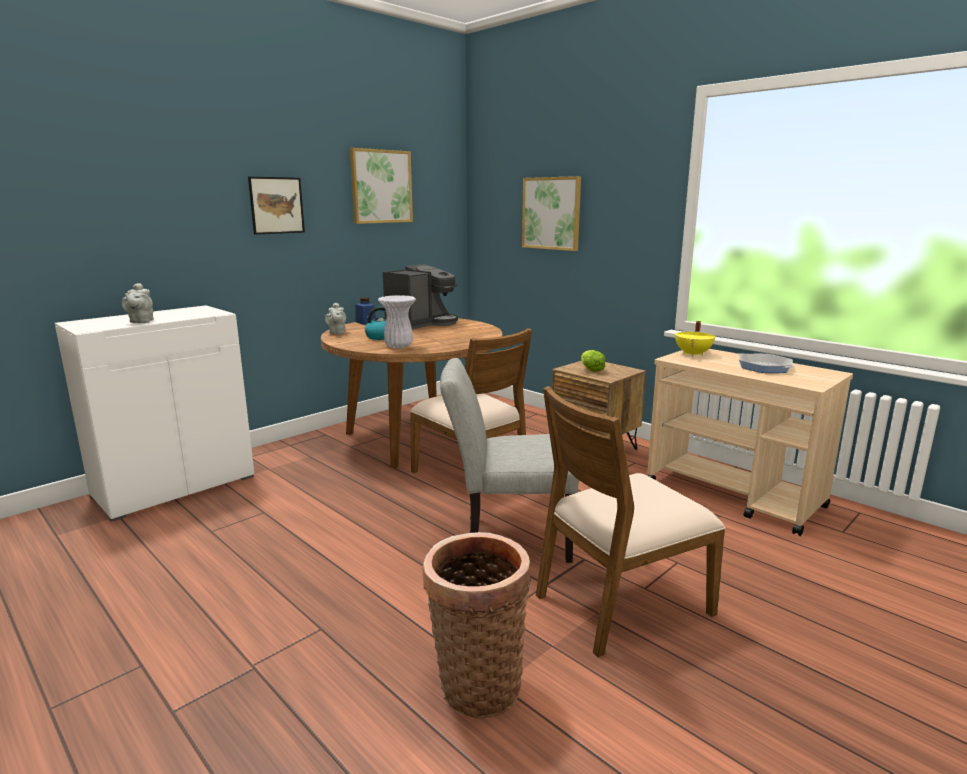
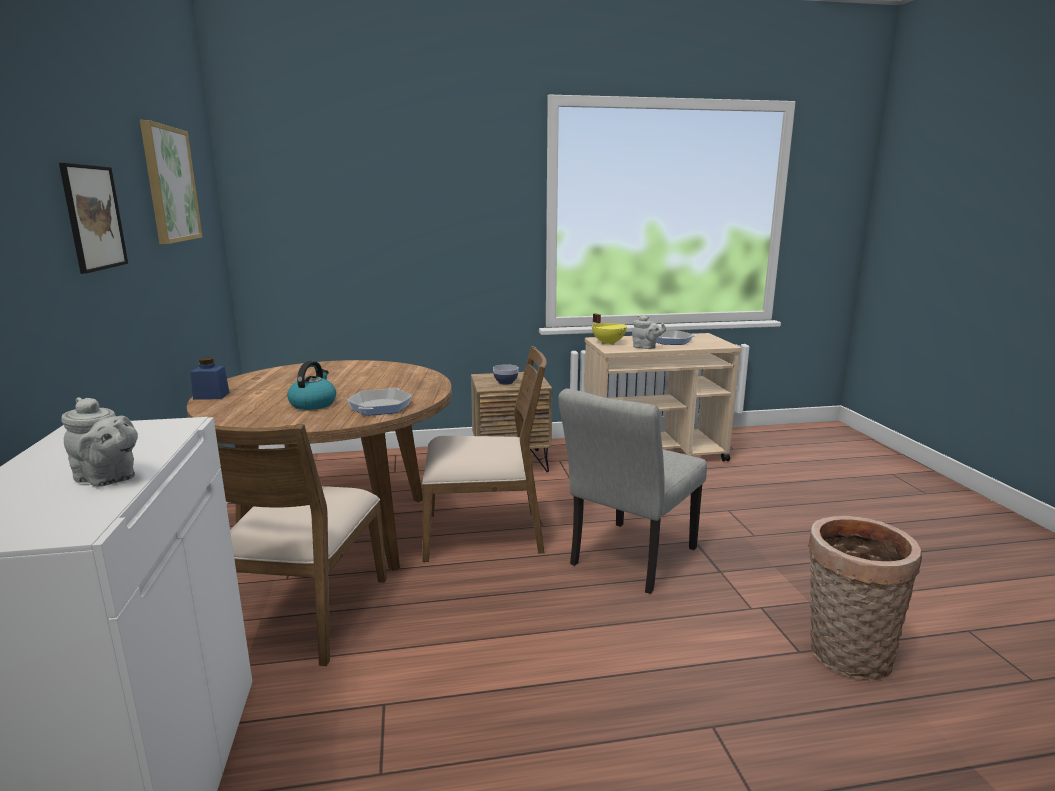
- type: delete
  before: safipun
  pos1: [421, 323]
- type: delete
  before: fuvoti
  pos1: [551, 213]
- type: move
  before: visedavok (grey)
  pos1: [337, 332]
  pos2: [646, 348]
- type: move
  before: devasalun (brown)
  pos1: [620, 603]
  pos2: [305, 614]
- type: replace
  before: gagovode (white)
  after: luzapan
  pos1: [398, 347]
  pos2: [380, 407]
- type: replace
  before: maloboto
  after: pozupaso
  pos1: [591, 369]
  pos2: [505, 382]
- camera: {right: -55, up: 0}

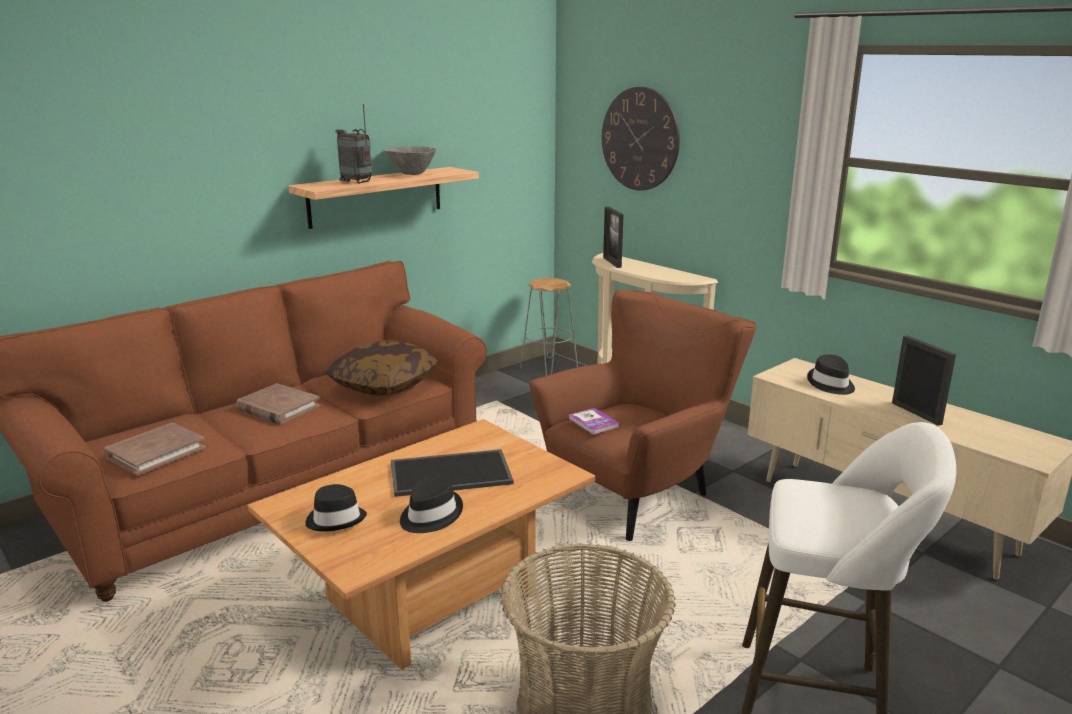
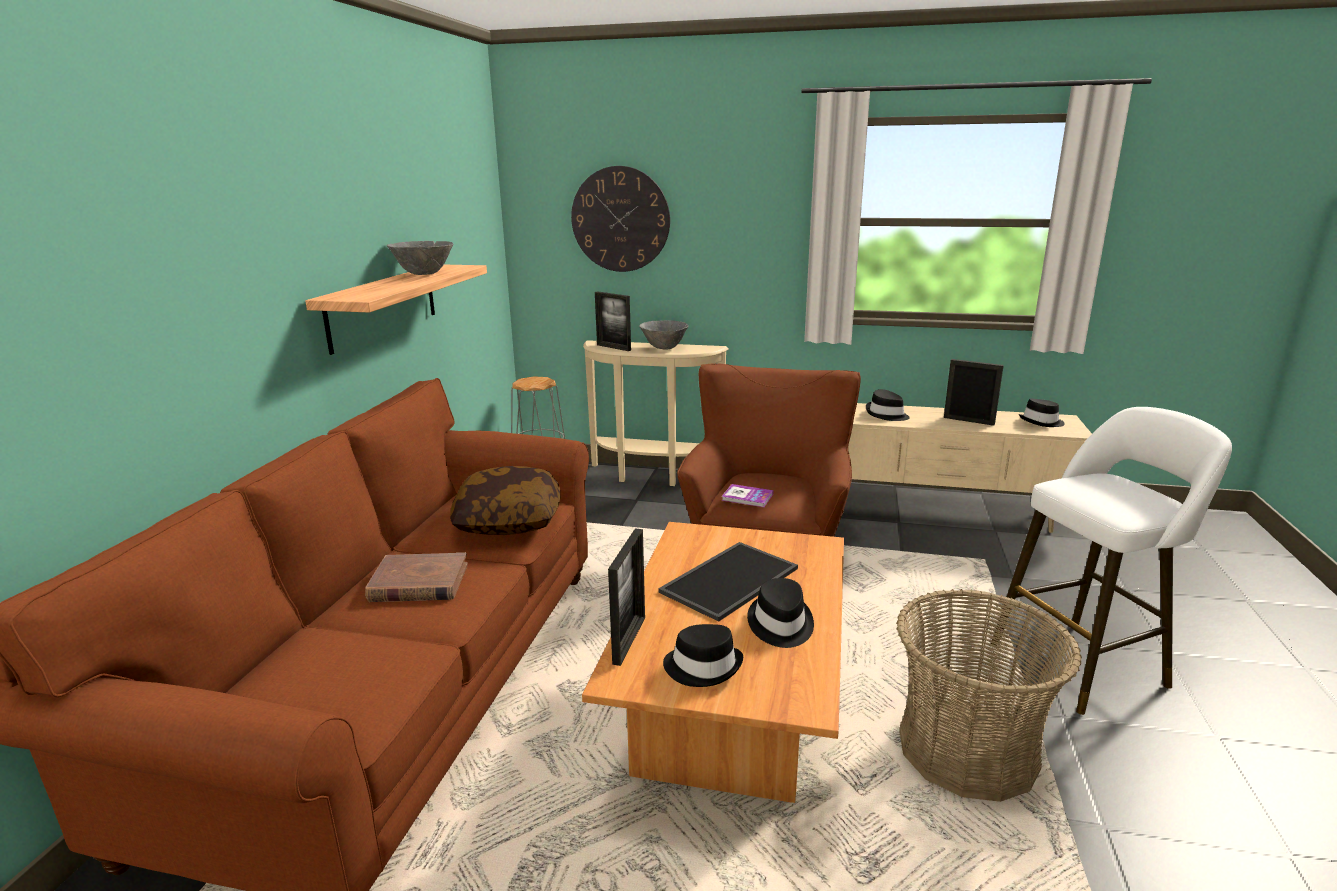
- type: delete
  before: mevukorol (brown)
  pos1: [155, 452]
- type: delete
  before: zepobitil
  pos1: [357, 182]
- type: insert
  after: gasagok
  pos2: [629, 640]
- type: insert
  after: pozupaso (grey)
  pos2: [664, 348]
- type: insert
  after: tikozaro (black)
  pos2: [1042, 422]
- camera: {right: -35, up: 0}

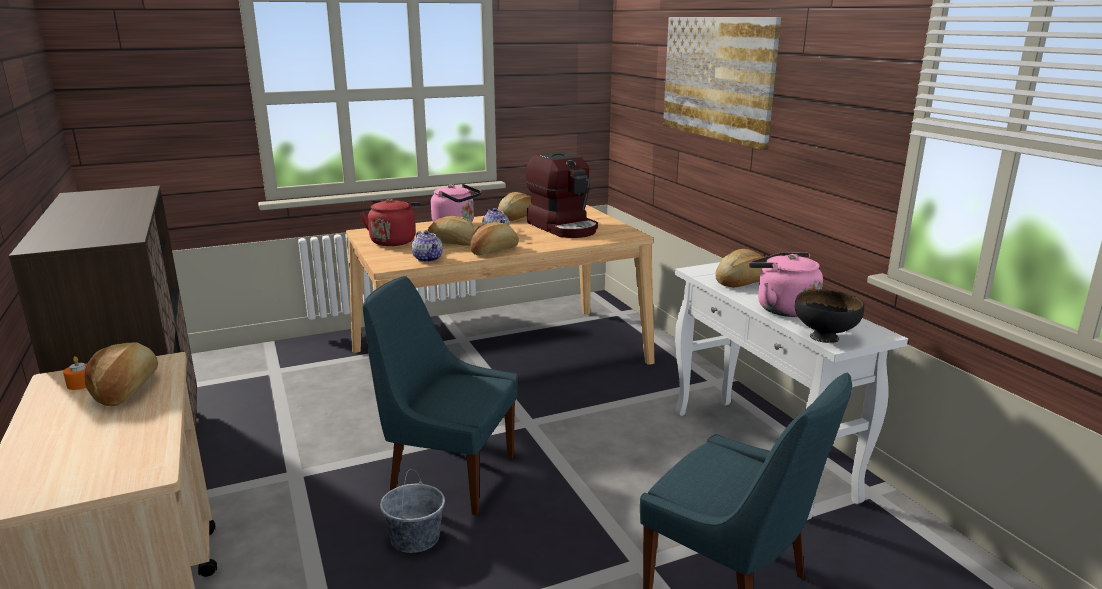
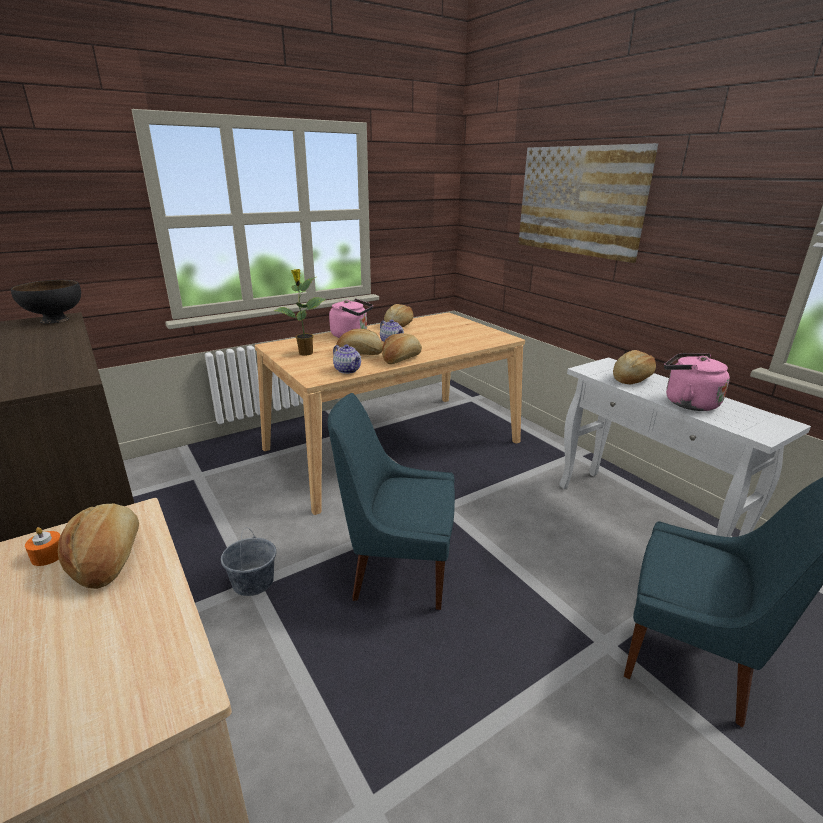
- type: delete
  before: safipun
  pos1: [564, 227]
- type: move
  before: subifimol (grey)
  pos1: [415, 538]
  pos2: [253, 582]
- type: move
  before: pozupaso (black)
  pos1: [825, 337]
  pos2: [56, 320]
- type: replace
  before: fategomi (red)
  after: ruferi
  pos1: [394, 241]
  pos2: [305, 353]
- camera: {right: -10, up: 5}

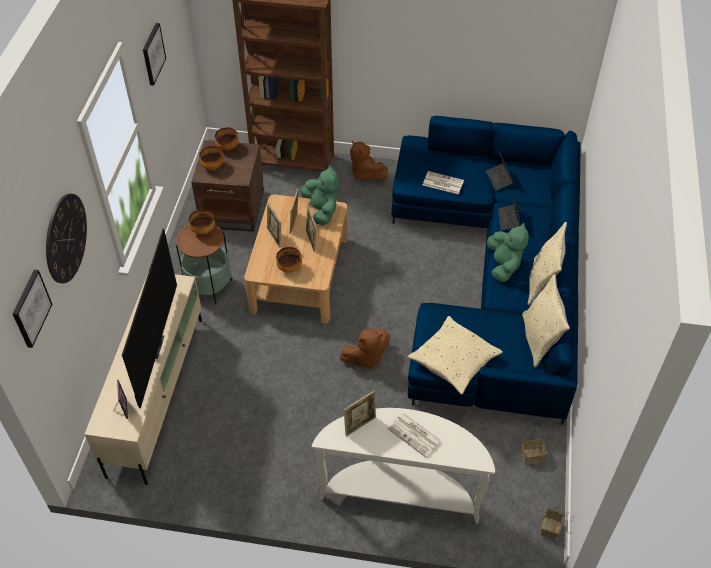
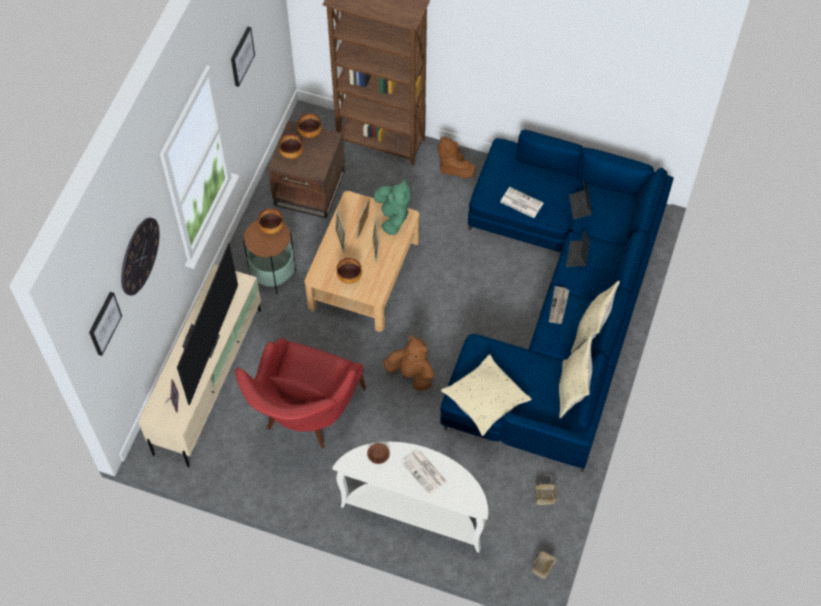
- type: insert
  after: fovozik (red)
  pos2: [304, 417]
- type: replace
  before: gasagok
  after: pozupaso (brown)
  pos1: [360, 425]
  pos2: [378, 455]
- type: replace
  before: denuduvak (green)
  after: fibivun
  pos1: [503, 265]
  pos2: [558, 306]
- type: rotate
  before: denuduvak (brown)
  pos1: [366, 357]
  pos2: [411, 374]
  turn: -135
- camera: {right: 10, up: 10}

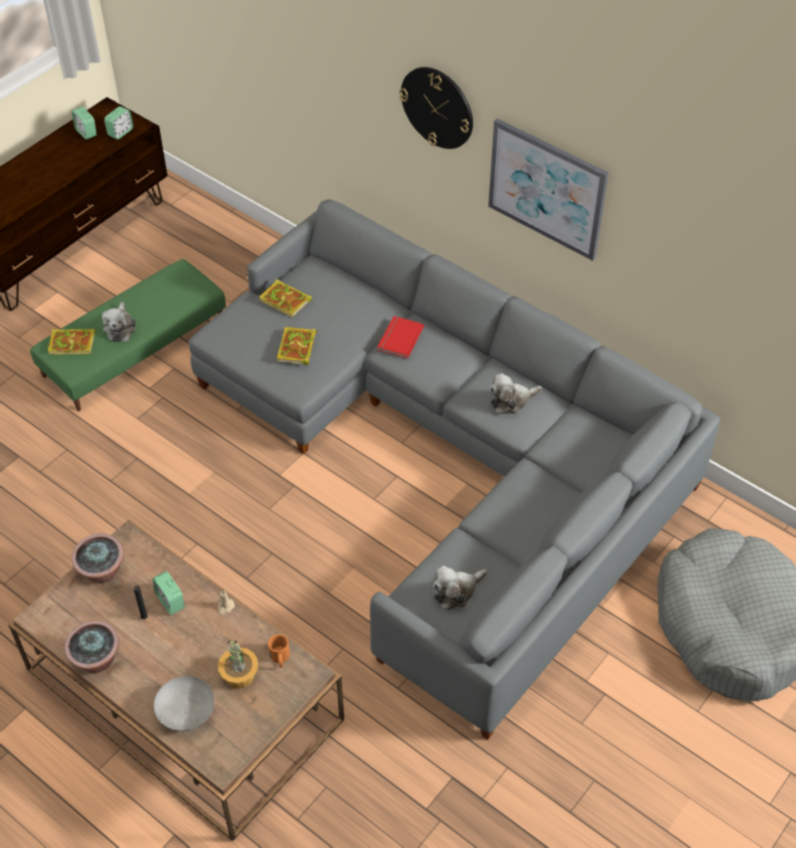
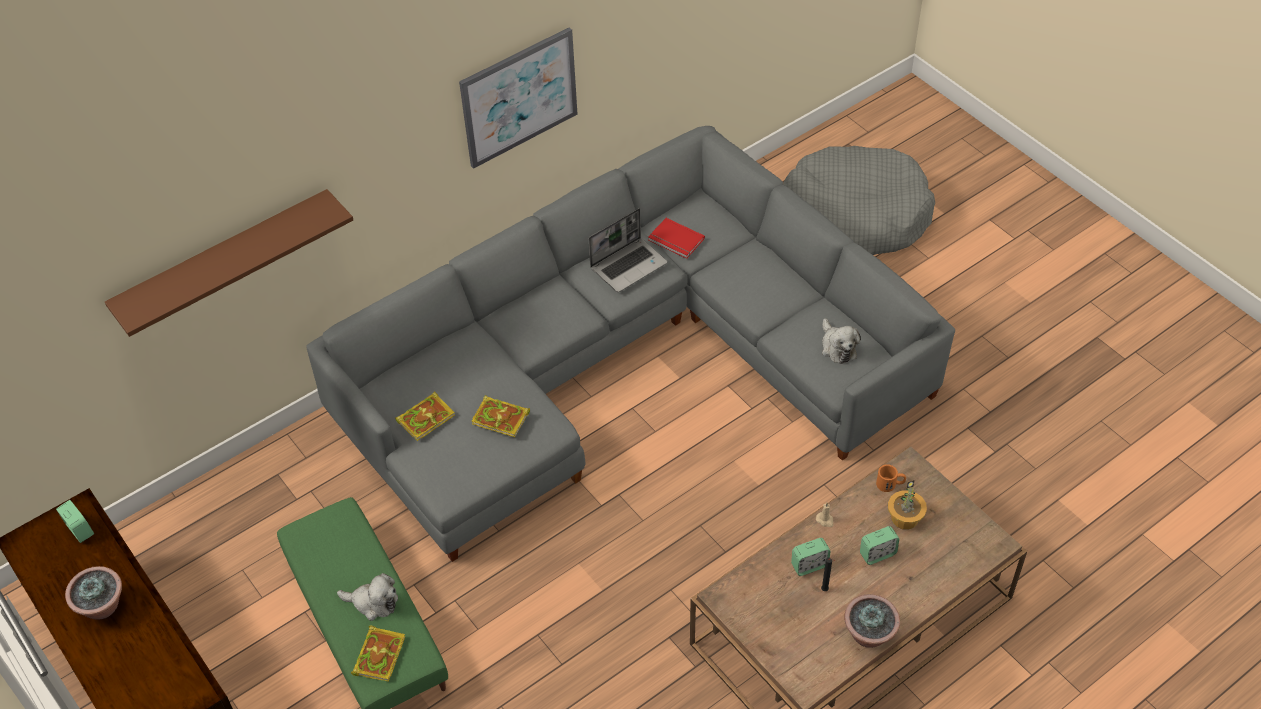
- type: delete
  before: pozupaso (grey)
  pos1: [185, 714]
- type: delete
  before: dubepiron
  pos1: [437, 107]
- type: insert
  after: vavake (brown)
  pos2: [224, 261]
- type: move
  before: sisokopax
  pos1: [86, 132]
  pos2: [877, 554]
- type: move
  before: ruferi
  pos1: [102, 572]
  pos2: [103, 607]
- type: move
  before: mevukorol (red)
  pos1: [399, 338]
  pos2: [675, 240]
- type: replace
  before: denuduvak
  after: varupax
  pos1: [511, 401]
  pos2: [629, 265]
- camera: {right: -75, up: 0}

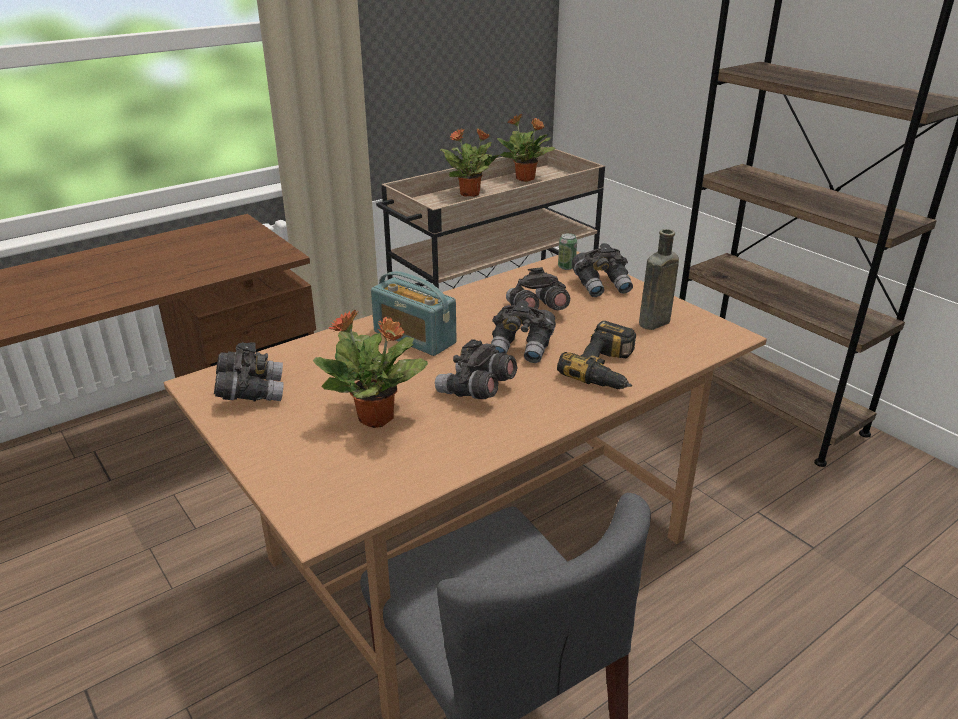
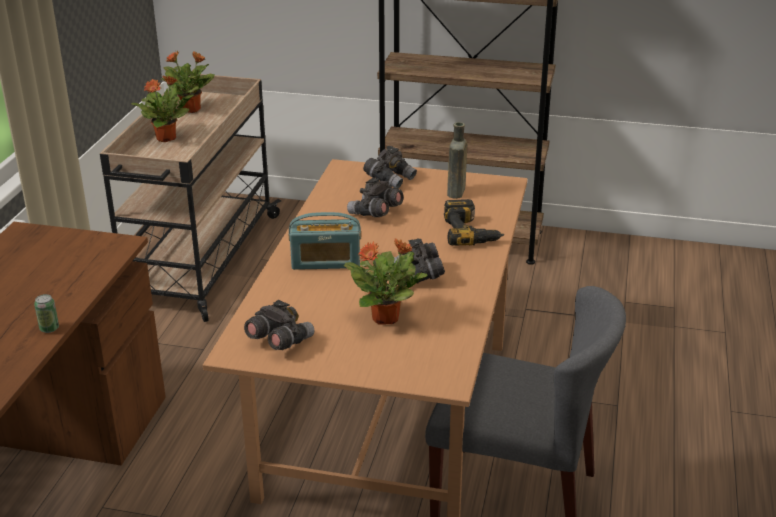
- type: delete
  before: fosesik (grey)
  pos1: [522, 348]
- type: move
  before: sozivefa
  pos1: [566, 267]
  pos2: [49, 328]
- camera: {right: -40, up: 0}

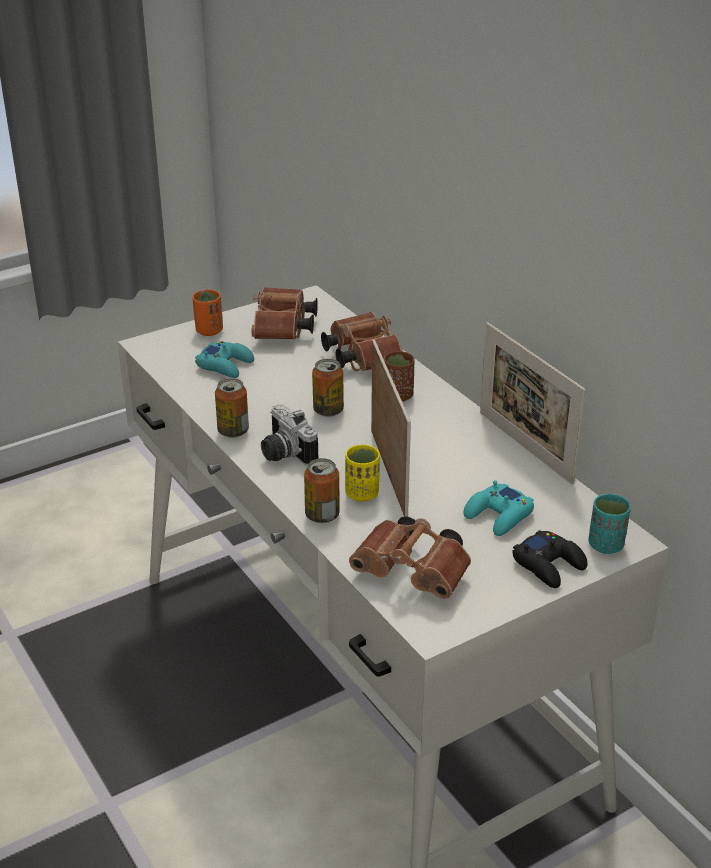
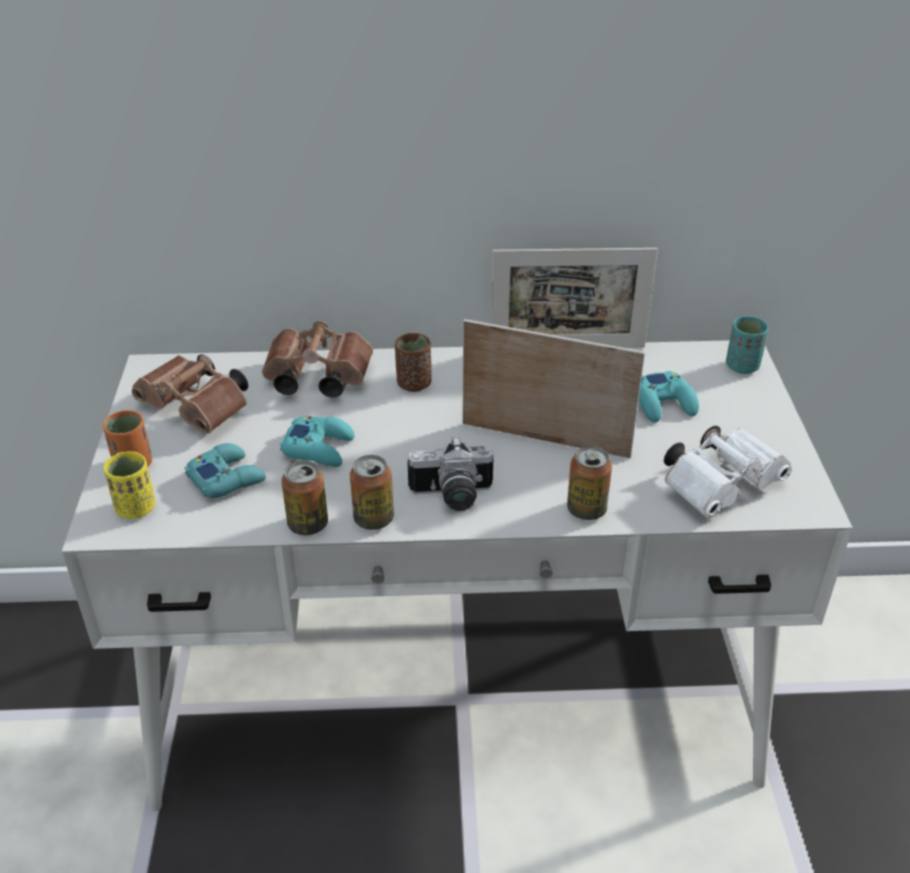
- type: delete
  before: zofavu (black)
  pos1: [549, 565]
- type: insert
  after: zofavu (turquoise)
  pos2: [319, 448]
- type: move
  before: sozivefa
  pos1: [328, 410]
  pos2: [307, 524]
- type: move
  before: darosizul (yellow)
  pos1: [362, 494]
  pos2: [136, 508]
- type: recolor
  before: fosesik (brown)
  after: fosesik (white)
  pos1: [415, 574]
  pos2: [722, 485]
- camera: {right: -60, up: 5}

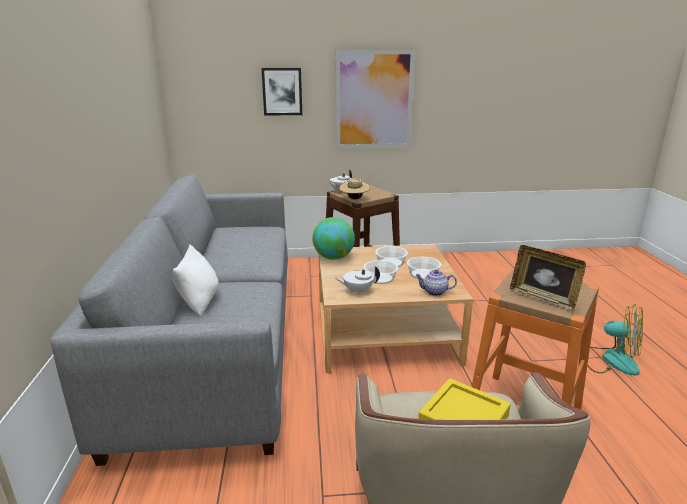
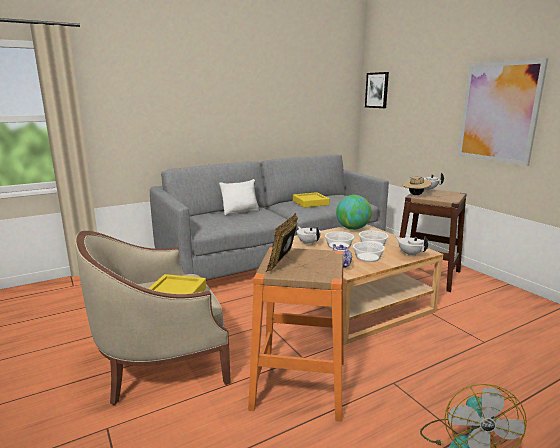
- type: insert
  after: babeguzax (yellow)
  pos2: [310, 203]
- type: insert
  after: visedavok (white)
  pos2: [410, 254]
- type: move
  before: fuvoti
  pos1: [282, 91]
  pos2: [377, 90]
- camera: {right: 65, up: -5}

